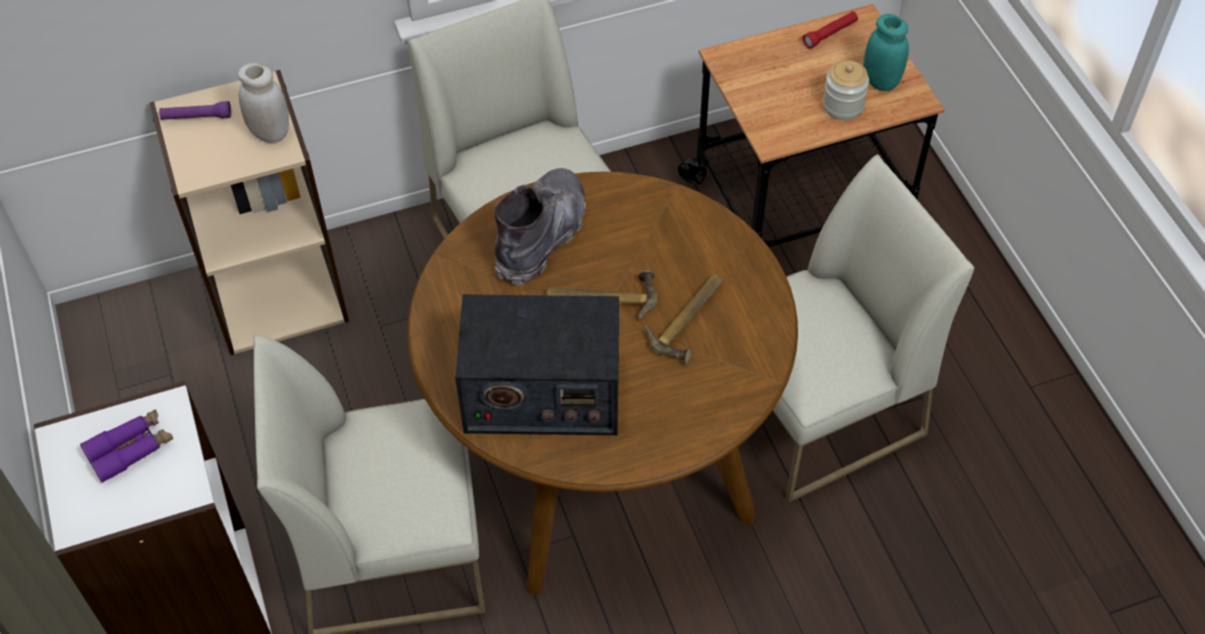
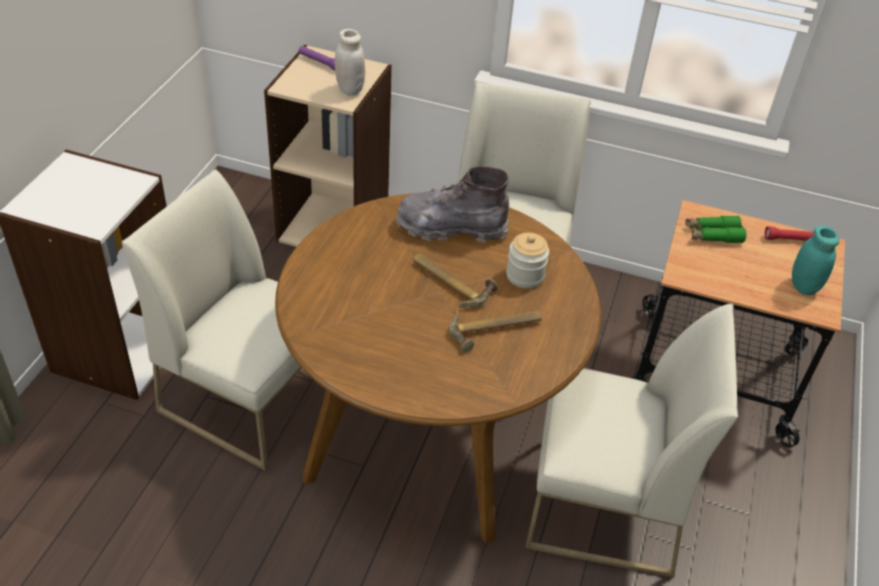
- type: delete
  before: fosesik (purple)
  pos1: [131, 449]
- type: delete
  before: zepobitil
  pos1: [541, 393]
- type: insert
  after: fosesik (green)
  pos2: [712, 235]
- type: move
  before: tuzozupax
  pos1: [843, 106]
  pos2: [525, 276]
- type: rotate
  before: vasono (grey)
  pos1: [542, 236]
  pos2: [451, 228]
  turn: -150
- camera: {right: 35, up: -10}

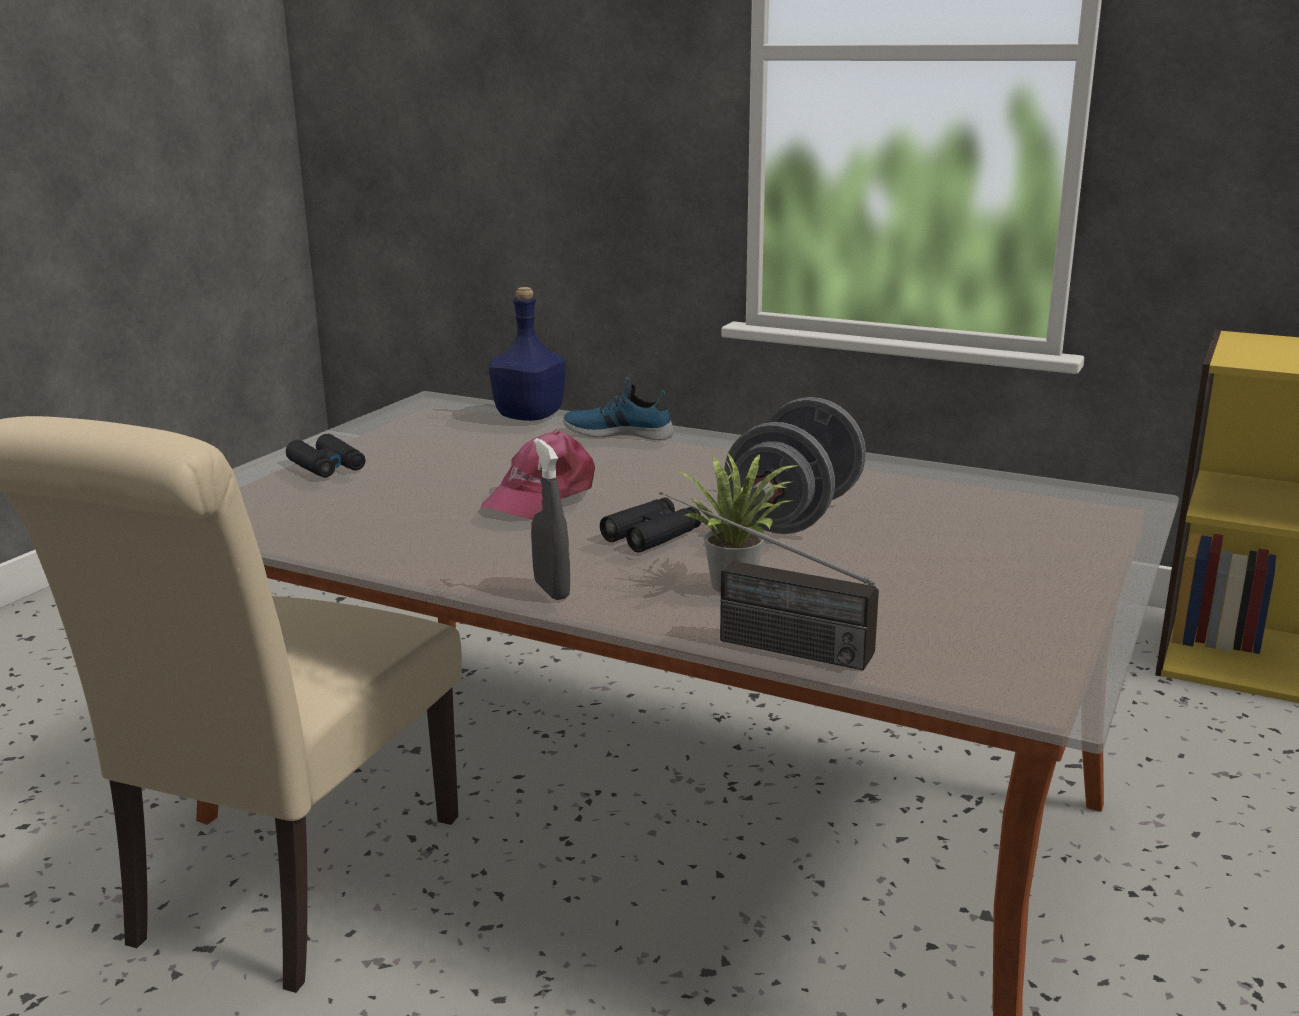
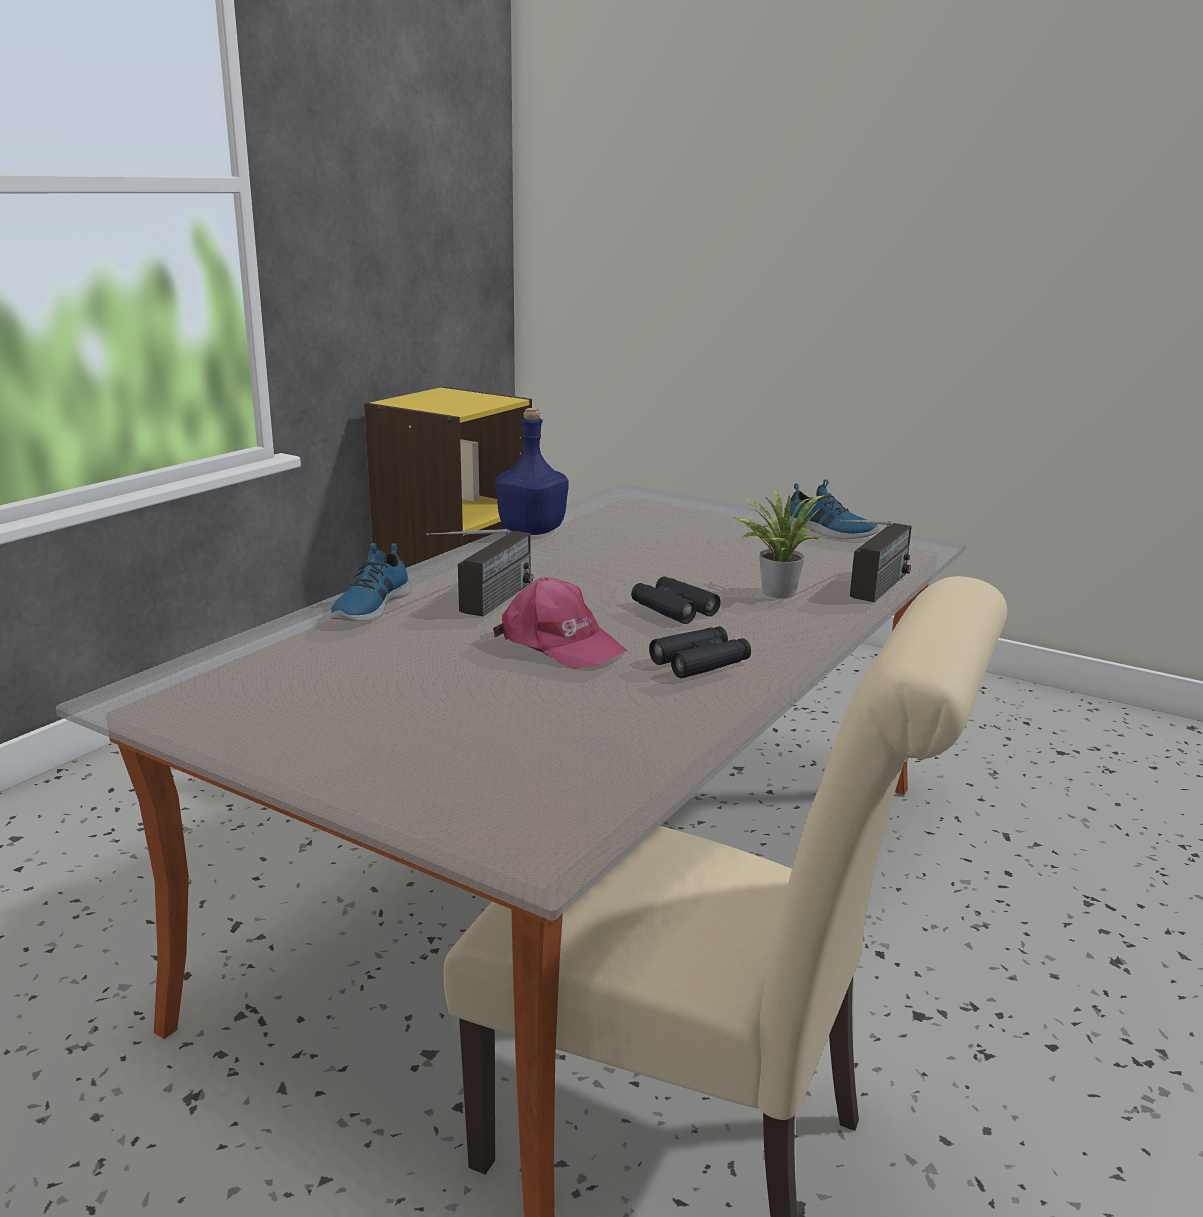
- type: delete
  before: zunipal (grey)
  pos1: [551, 590]
- type: delete
  before: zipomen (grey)
  pos1: [794, 515]
- type: insert
  after: zepobitil
  pos2: [485, 607]
- type: insert
  after: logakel
  pos2: [828, 531]
- type: move
  before: fosesik (black)
  pos1: [327, 466]
  pos2: [700, 662]
- type: move
  before: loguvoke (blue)
  pos1: [529, 416]
  pos2: [533, 530]
- camera: {right: -85, up: 0}

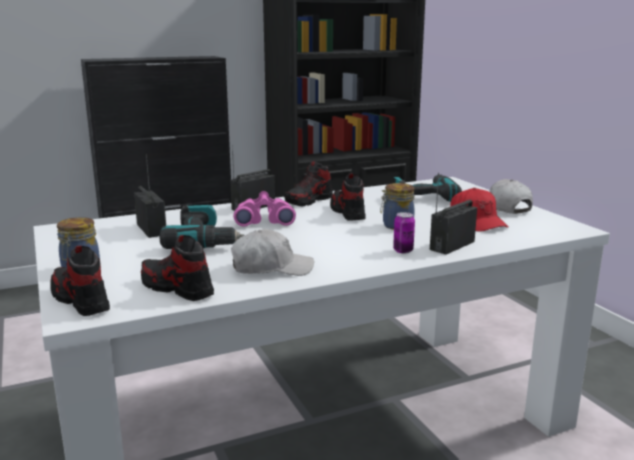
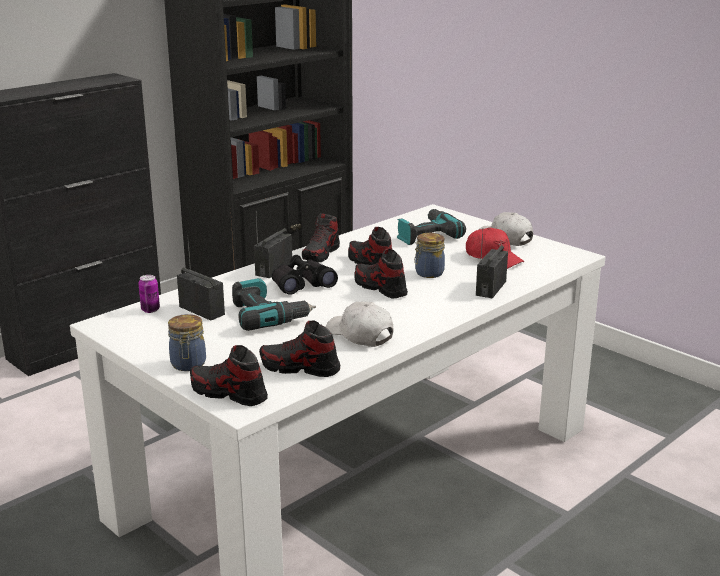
- type: insert
  after: logakel
  pos2: [380, 288]
- type: move
  before: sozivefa
  pos1: [403, 250]
  pos2: [150, 310]
- type: recolor
  before: fosesik (pink)
  after: fosesik (black)
  pos1: [264, 221]
  pos2: [302, 284]
- type: rotate
  before: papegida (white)
  pos1: [271, 268]
  pos2: [360, 335]
  turn: -105
- camera: {right: -20, up: 5}

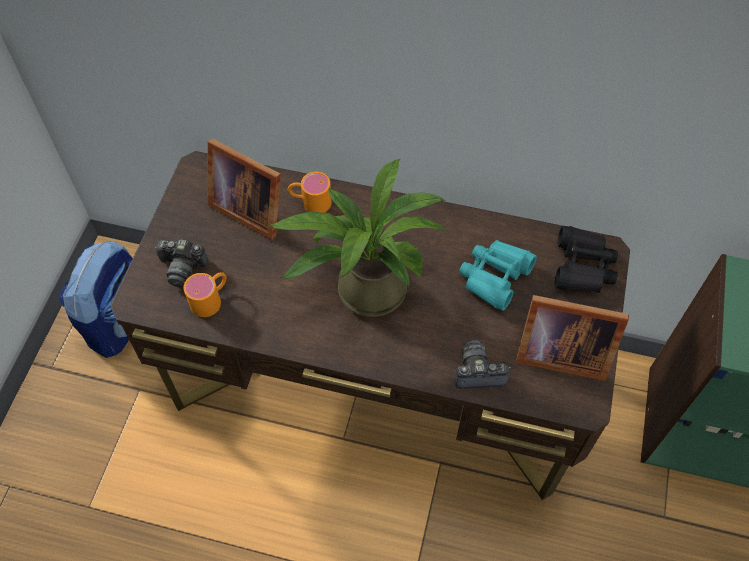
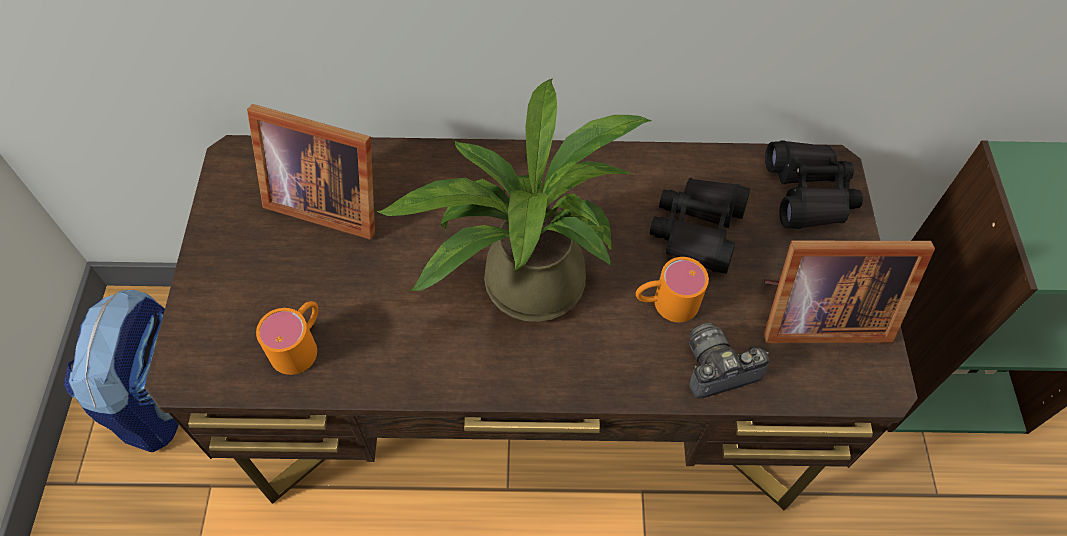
- type: delete
  before: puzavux
  pos1: [182, 267]
- type: move
  before: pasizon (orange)
  pos1: [310, 201]
  pos2: [665, 303]
- type: recolor
  before: fosesik (turquoise)
  after: fosesik (black)
  pos1: [494, 277]
  pos2: [698, 230]
- camera: {right: -15, up: 0}

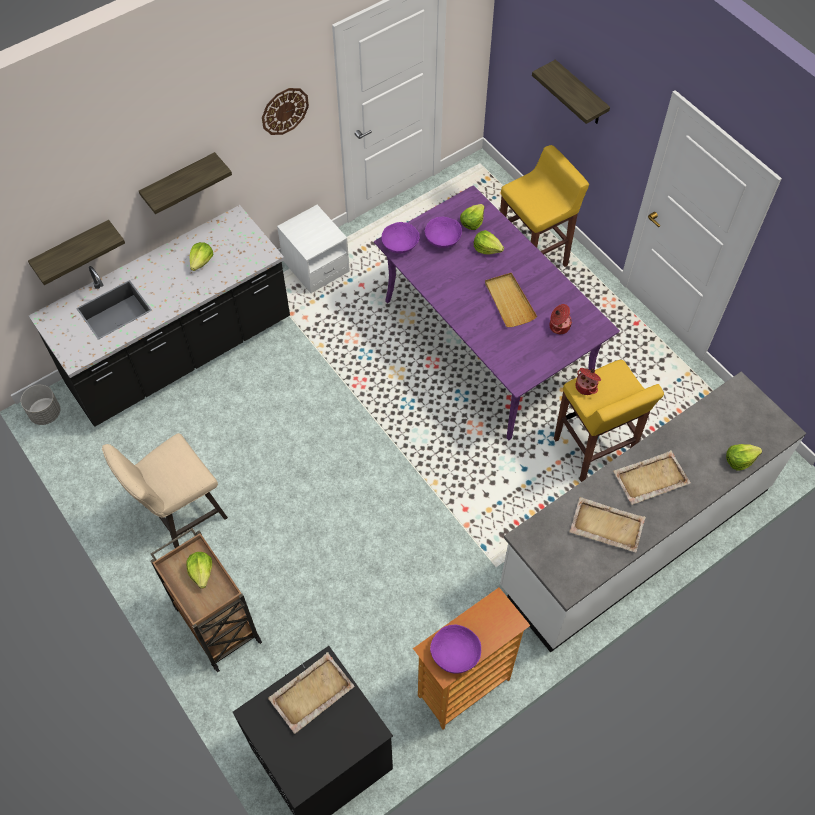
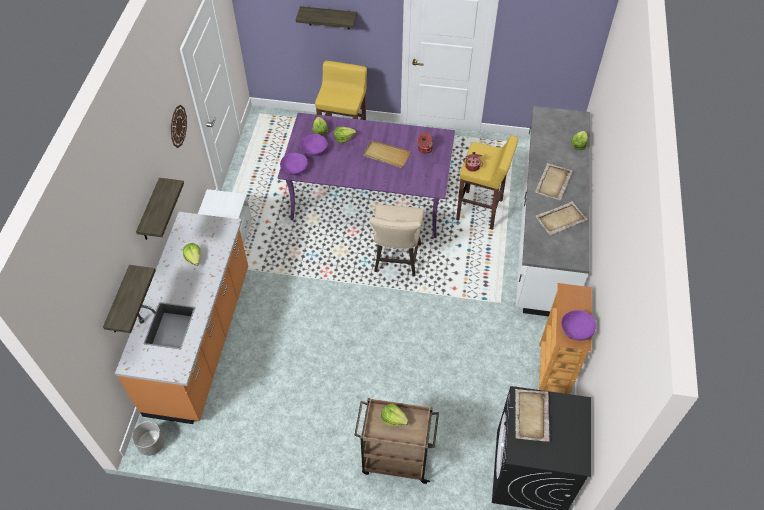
- type: move
  before: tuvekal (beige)
  pos1: [180, 514]
  pos2: [396, 261]
- type: recolor
  before: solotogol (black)
  after: solotogol (orange)
  pos1: [180, 353]
  pos2: [200, 340]
- camera: {right: -45, up: -5}

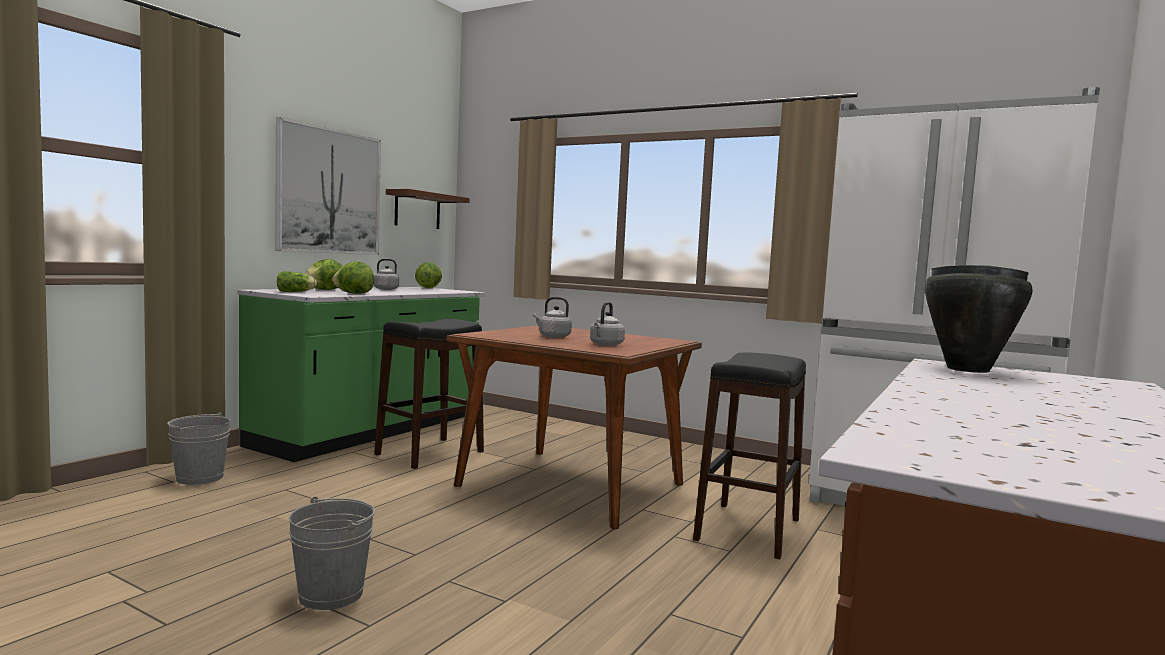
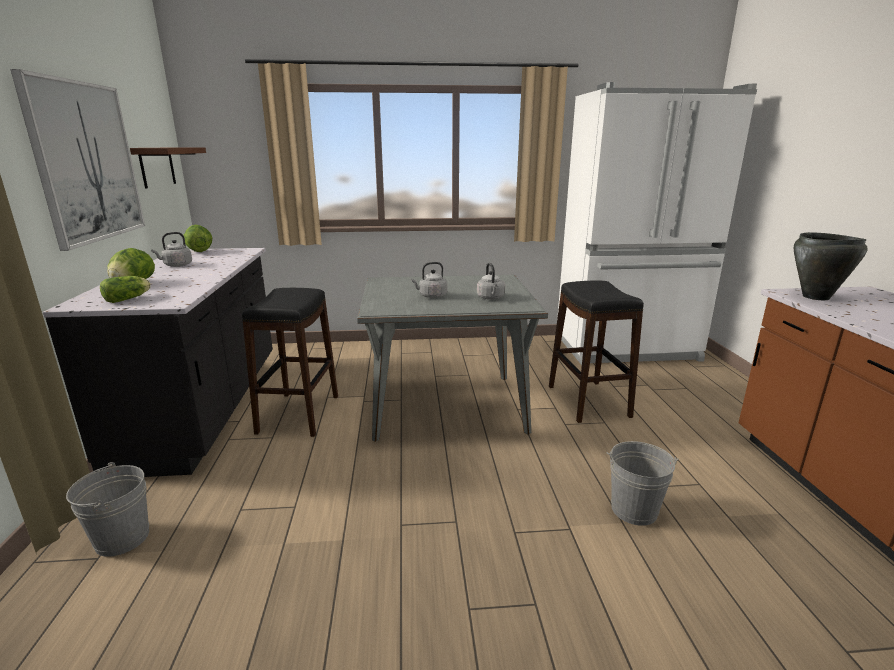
- type: delete
  before: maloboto
  pos1: [354, 293]
- type: move
  before: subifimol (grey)
  pos1: [331, 594]
  pos2: [634, 510]
- type: recolor
  before: solotogol (green)
  after: solotogol (black)
  pos1: [371, 431]
  pos2: [206, 408]
- type: recolor
  before: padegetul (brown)
  after: padegetul (grey)
  pos1: [572, 485]
  pos2: [447, 405]
- camera: {right: -35, up: 15}

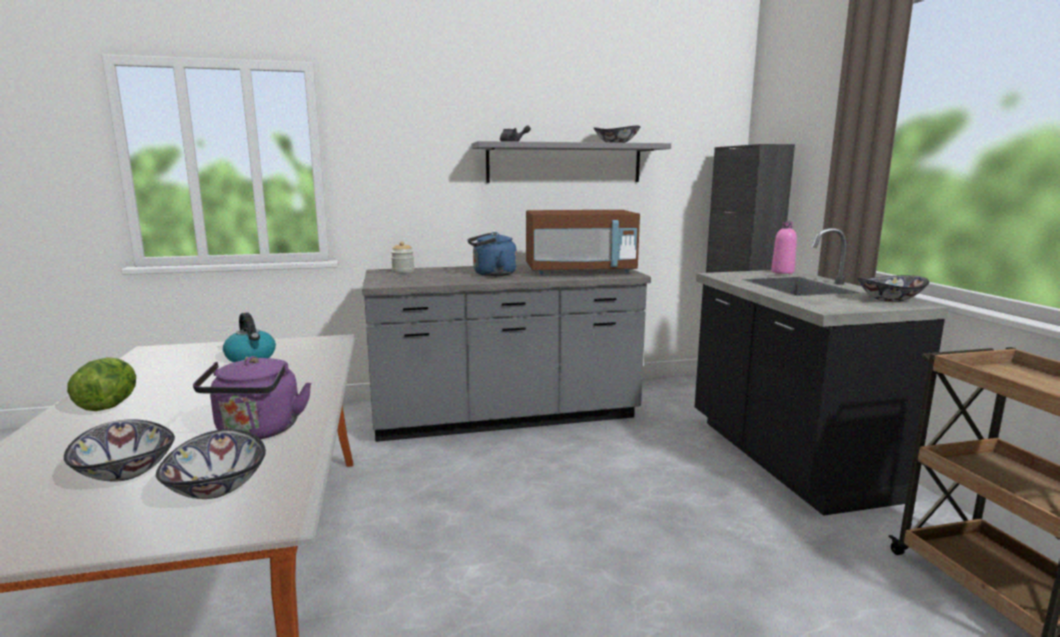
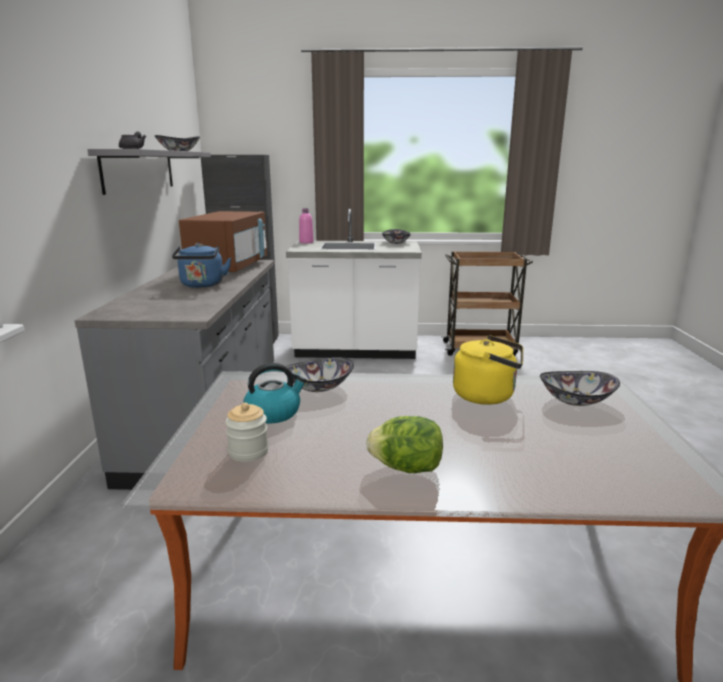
- type: move
  before: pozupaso
  pos1: [127, 471]
  pos2: [319, 387]
- type: move
  before: tuzozupax
  pos1: [403, 271]
  pos2: [248, 452]
- type: recolor
  before: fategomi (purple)
  after: fategomi (yellow)
  pos1: [257, 432]
  pos2: [487, 396]
- type: recolor
  before: solotogol (black)
  after: solotogol (white)
  pos1: [785, 458]
  pos2: [355, 351]
- camera: {right: -75, up: 5}

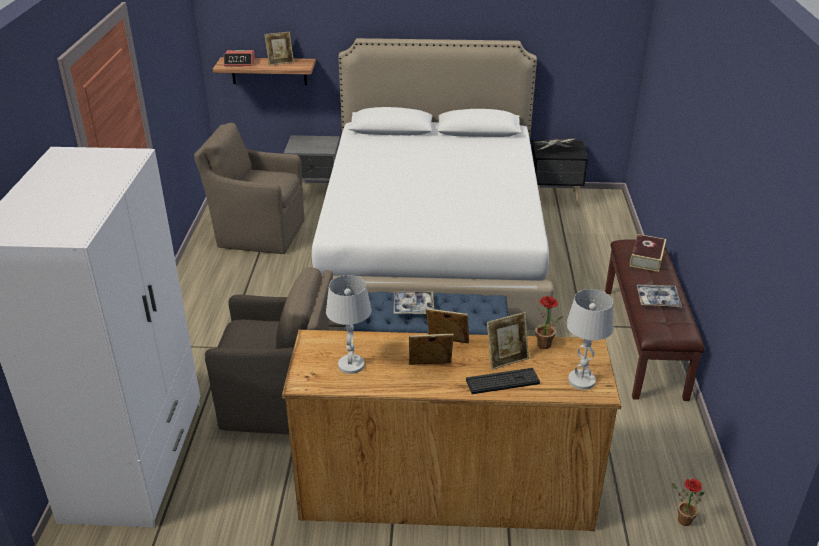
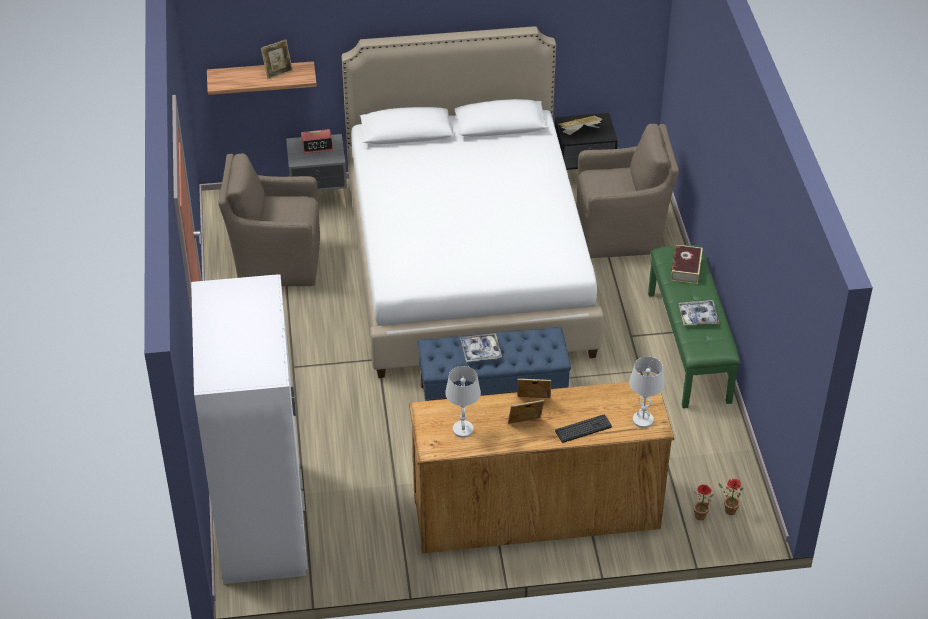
- type: delete
  before: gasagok
  pos1: [506, 359]
- type: move
  before: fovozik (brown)
  pos1: [280, 403]
  pos2: [621, 233]
- type: move
  before: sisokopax
  pos1: [240, 62]
  pos2: [317, 145]
- type: move
  before: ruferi
  pos1: [545, 346]
  pos2: [701, 518]
- type: recolor
  before: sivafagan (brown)
  after: sivafagan (green)
  pos1: [644, 341]
  pos2: [689, 347]
- camera: {right: -10, up: 10}

